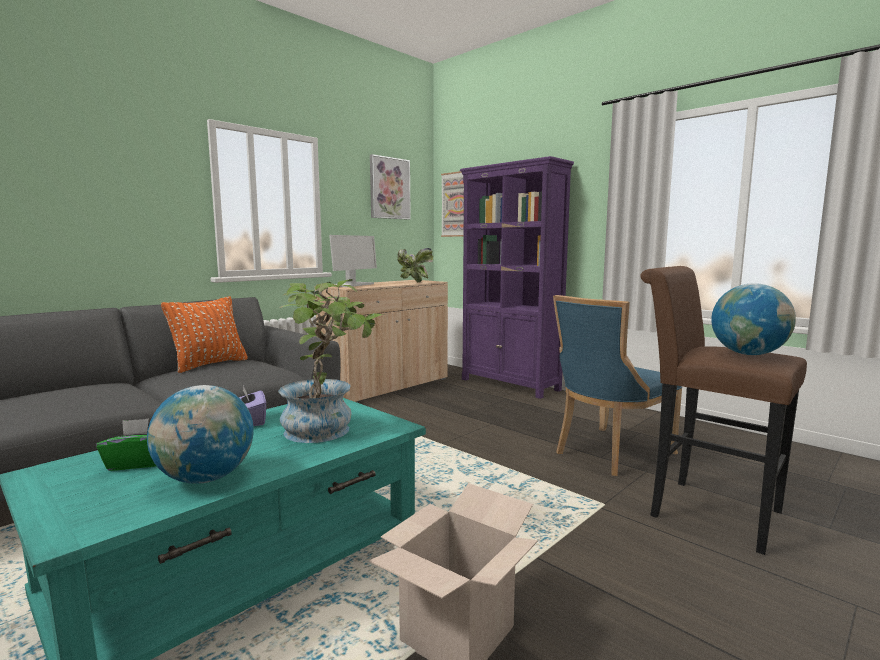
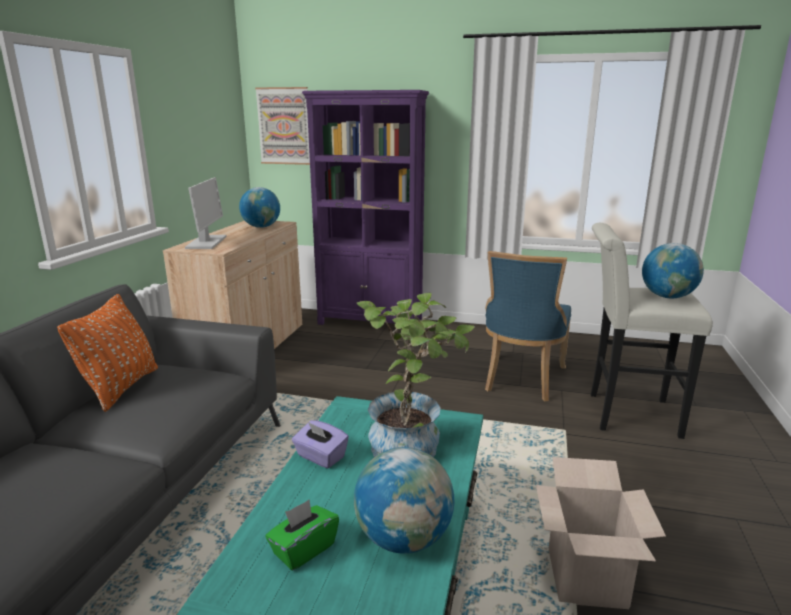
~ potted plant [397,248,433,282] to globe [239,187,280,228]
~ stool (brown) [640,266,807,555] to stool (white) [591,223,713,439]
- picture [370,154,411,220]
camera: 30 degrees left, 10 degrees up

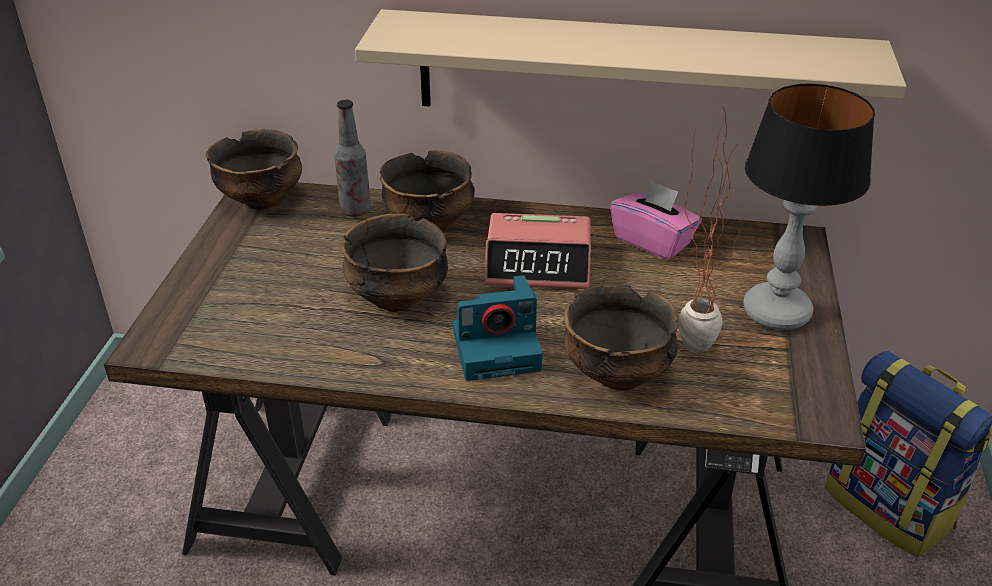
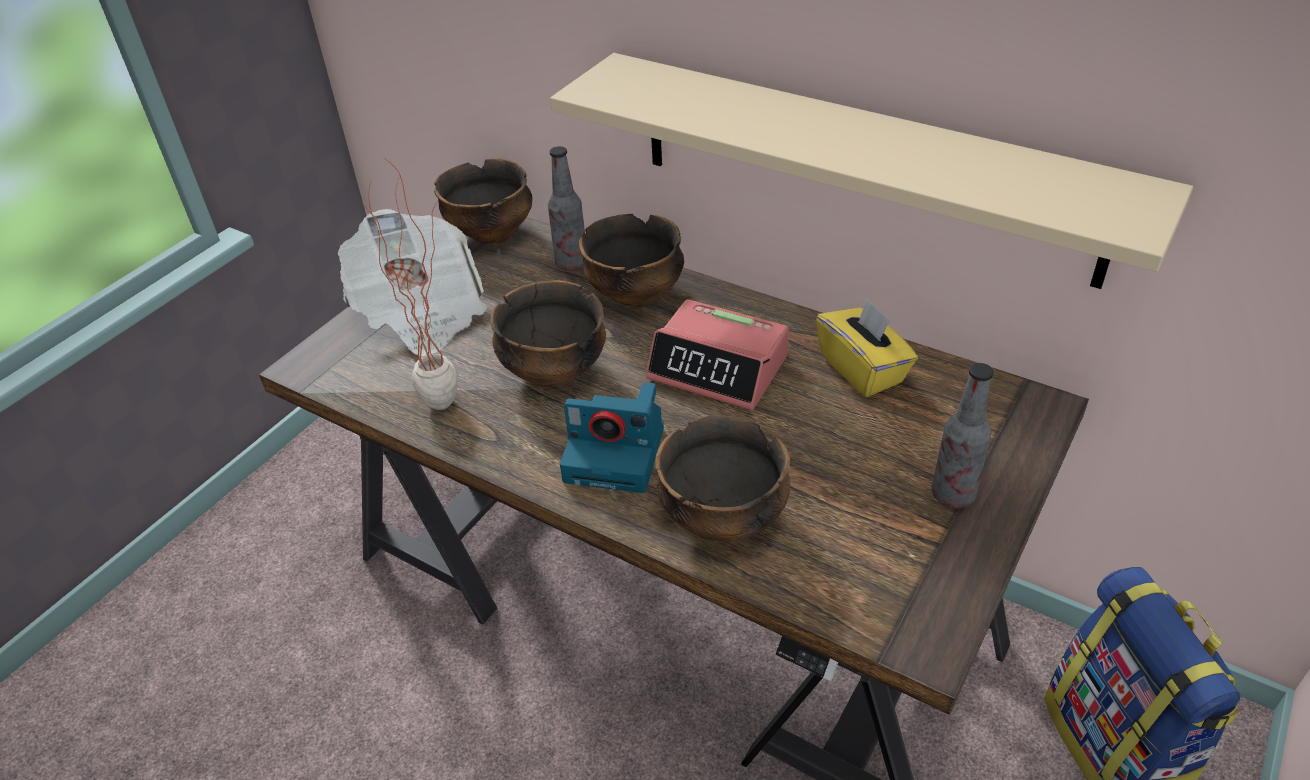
+ newspaper [338,209,487,356]
~ potted plant [678,106,743,353] to [363,156,458,410]
~ tissue box (pink) [610,180,702,260] to tissue box (yellow) [816,298,918,397]
~ table lamp [743,83,875,330] to bottle [932,363,994,508]
camera: 25 degrees right, 5 degrees up

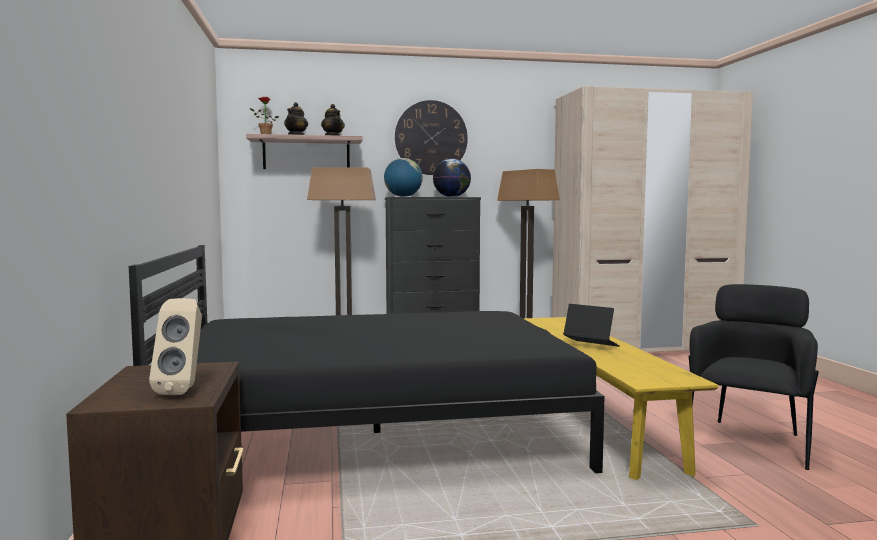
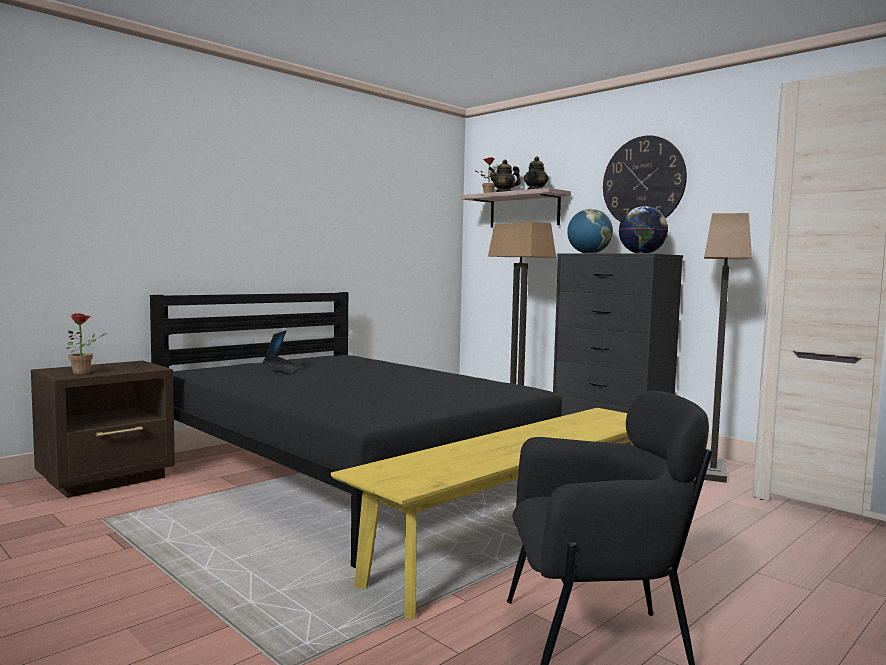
~ speaker (beige) [149,298,202,395] to potted plant [66,313,107,375]
~ laptop [563,304,620,347] to [263,330,303,374]
camera: 55 degrees right, 0 degrees up

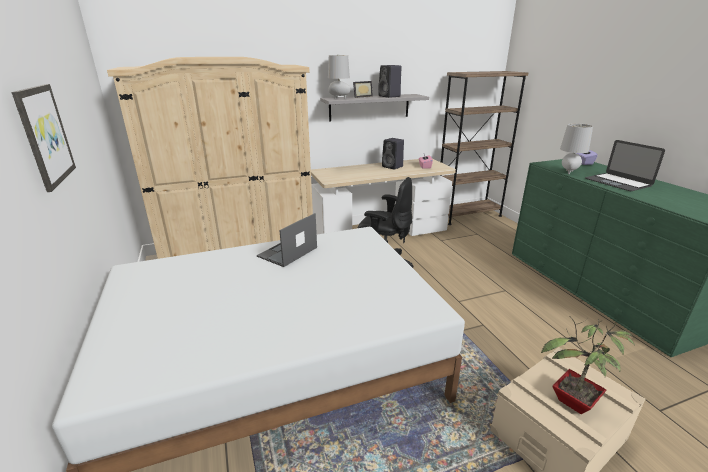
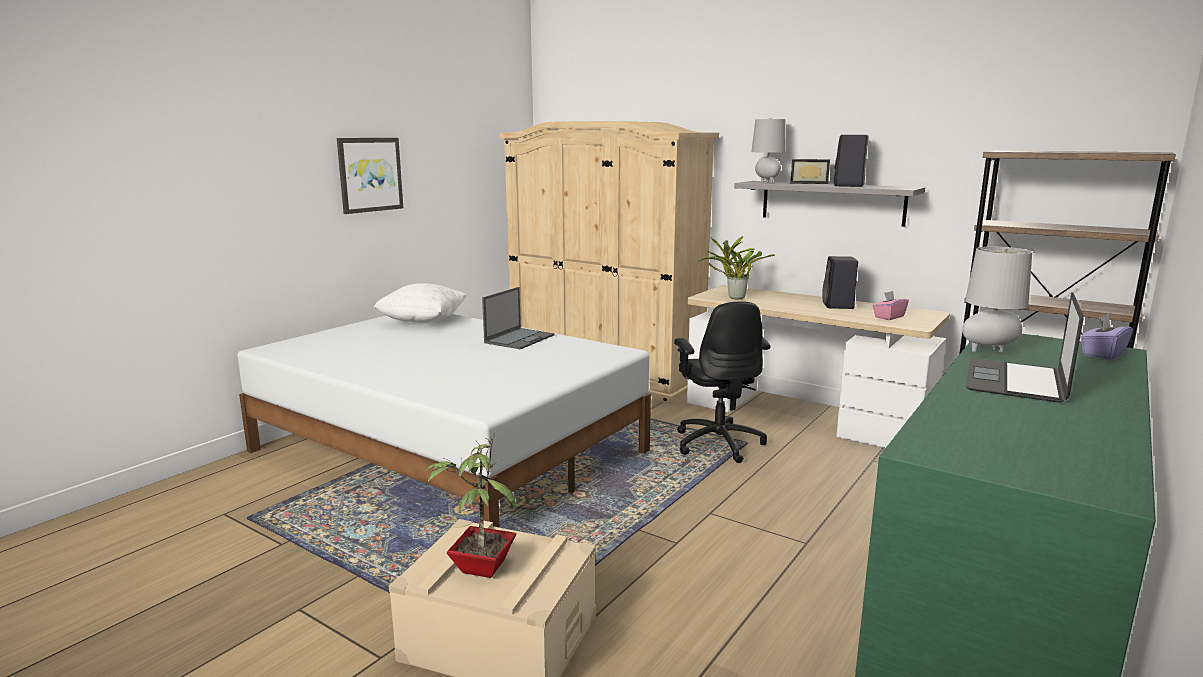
+ pillow (white) [373,283,467,323]
~ laptop [257,213,317,267] = [482,287,555,349] 120 degrees clockwise
+ potted plant [698,236,775,299]
camera: 55 degrees right, 10 degrees down

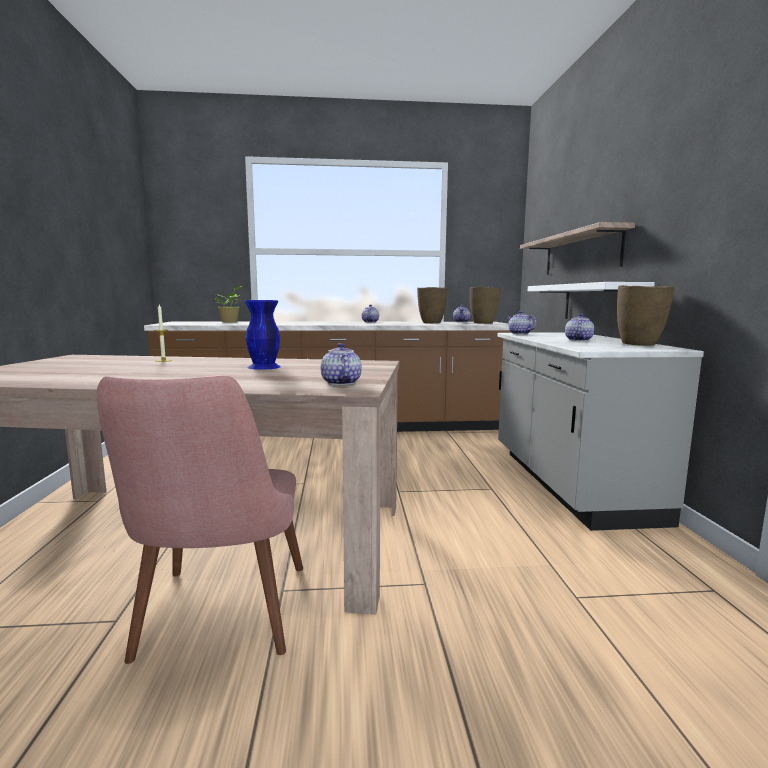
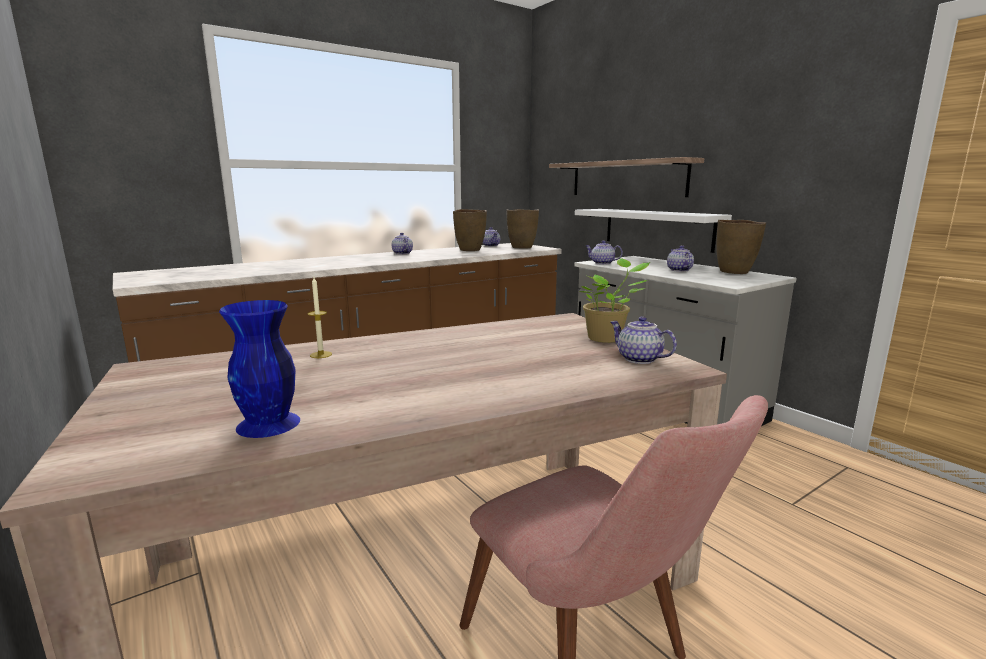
~ vase (blue) [245,300,281,370] to [219,300,300,438]
~ potted plant [214,286,242,322] to [579,258,650,343]
camera: 30 degrees left, 5 degrees up

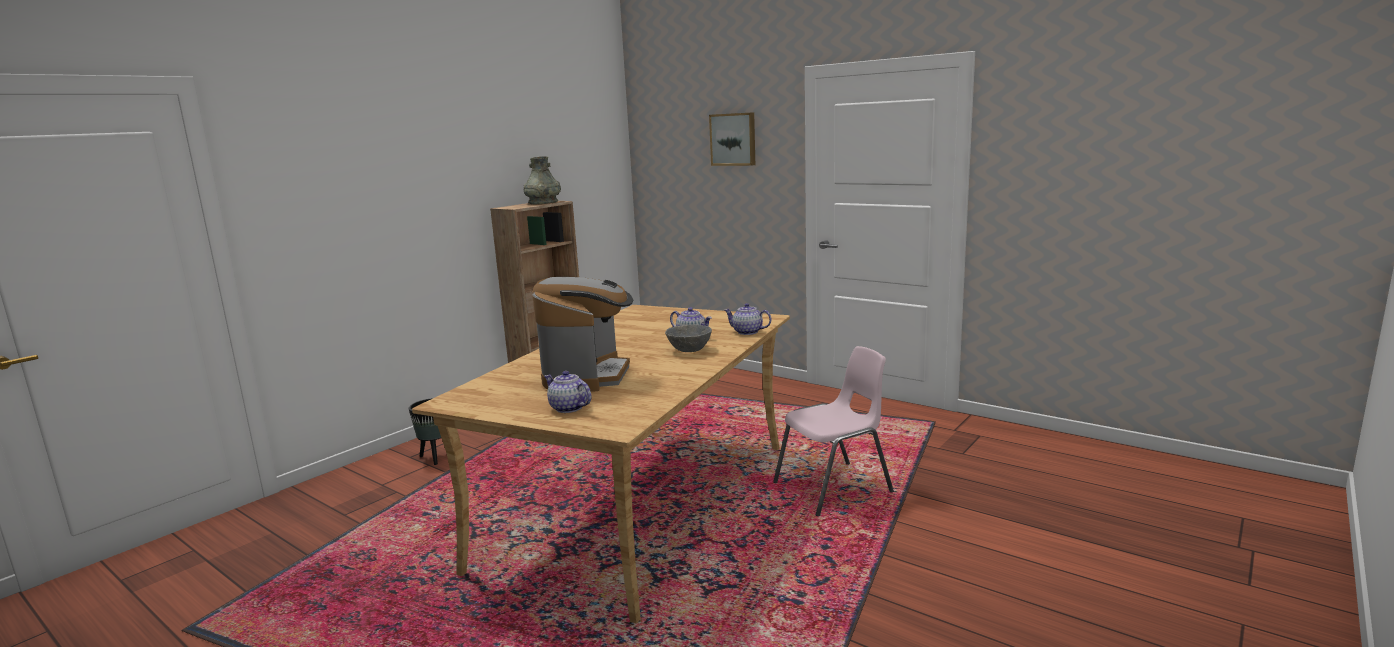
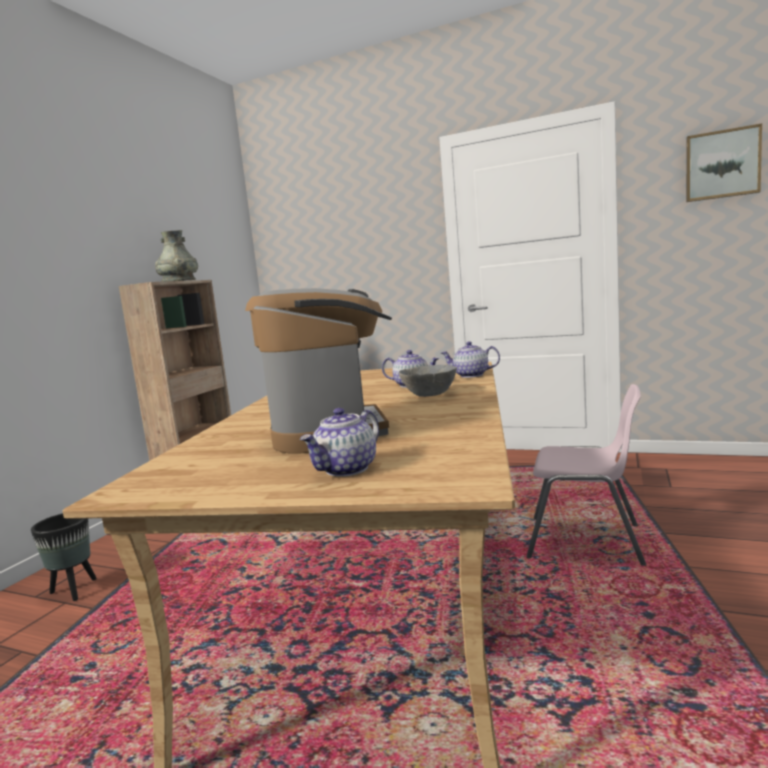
~ teapot [544,371,591,413] = [300,408,379,477] 75 degrees counterclockwise
~ chair (pink) [773,346,894,516] = [526,384,646,566] 60 degrees clockwise
~ picture [709,112,755,166] to [686,123,762,202]
camera: 15 degrees left, 5 degrees down

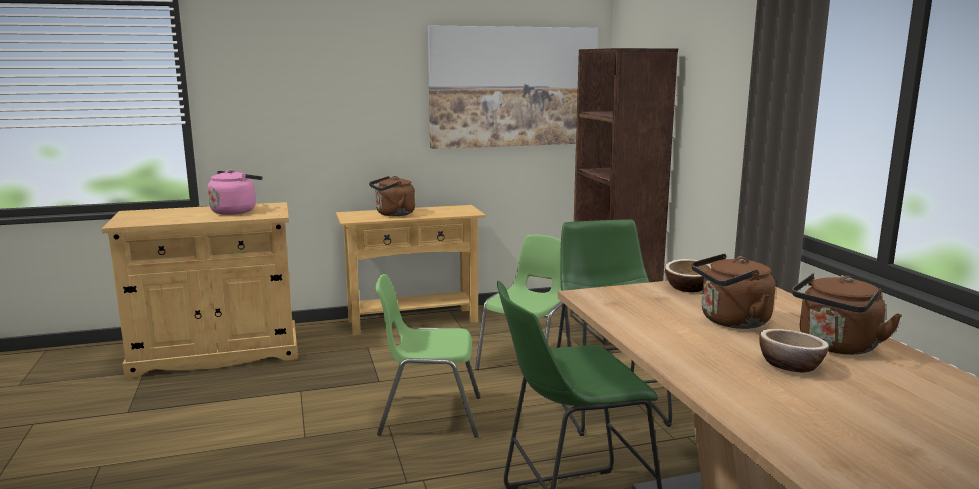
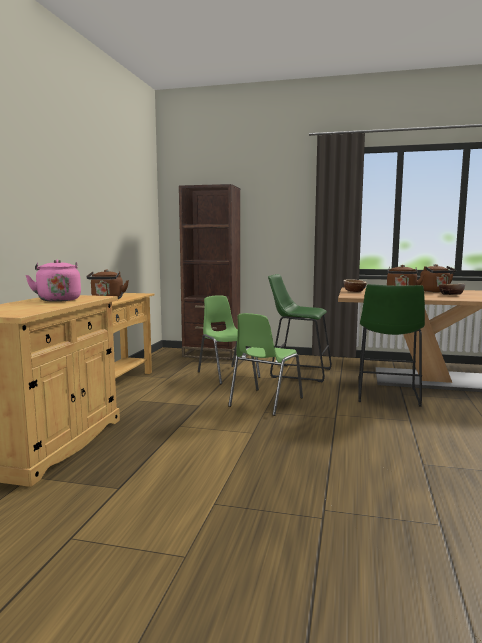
- picture [428,25,598,149]
camera: 60 degrees left, 5 degrees down

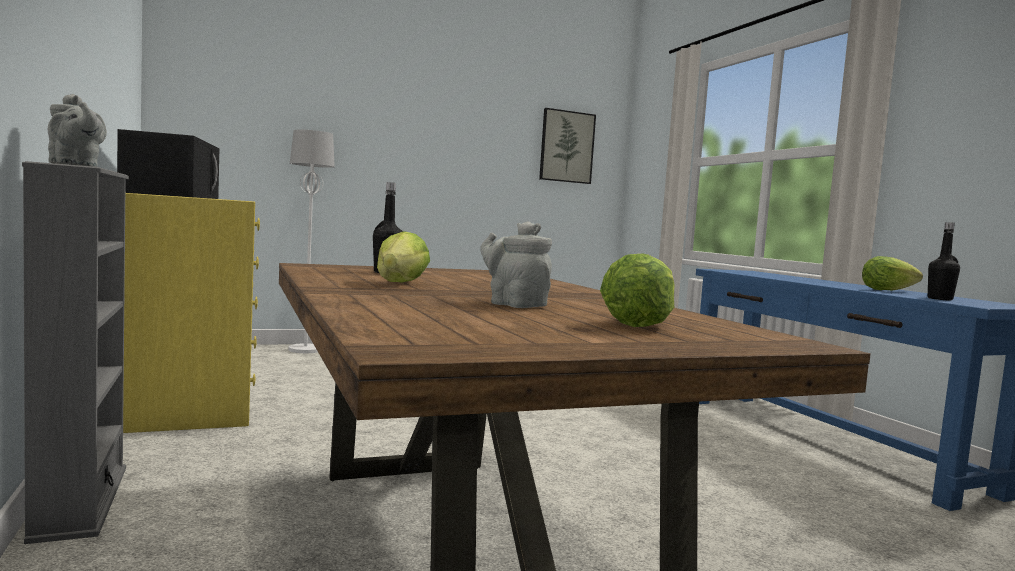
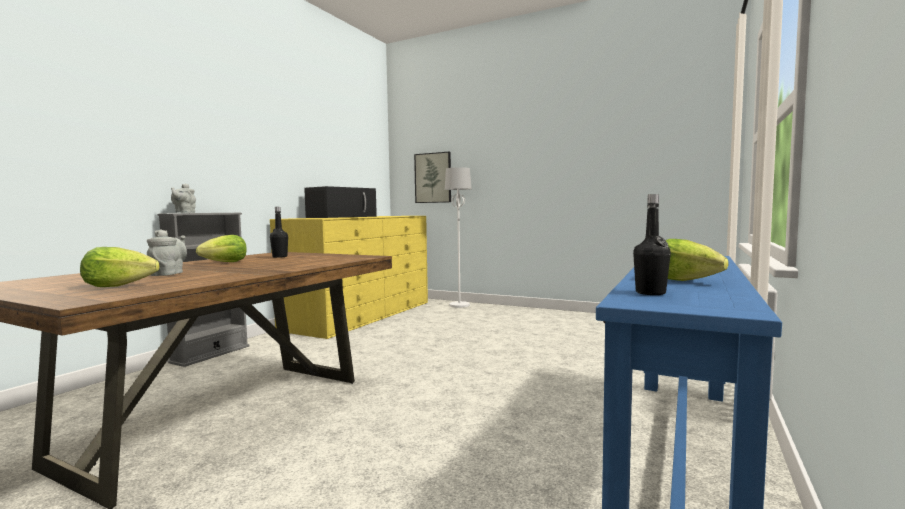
~ picture [539,108,596,184] to [414,152,451,203]
camera: 50 degrees right, 0 degrees up

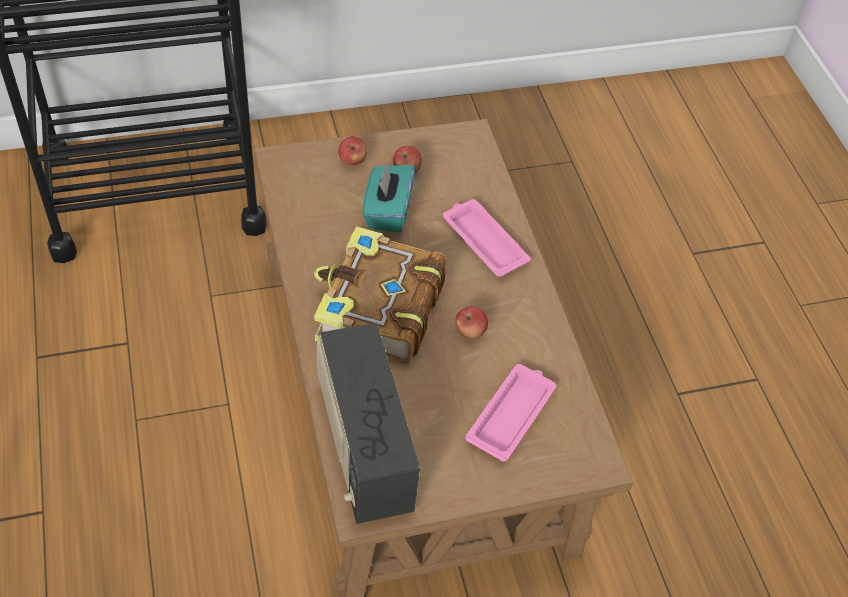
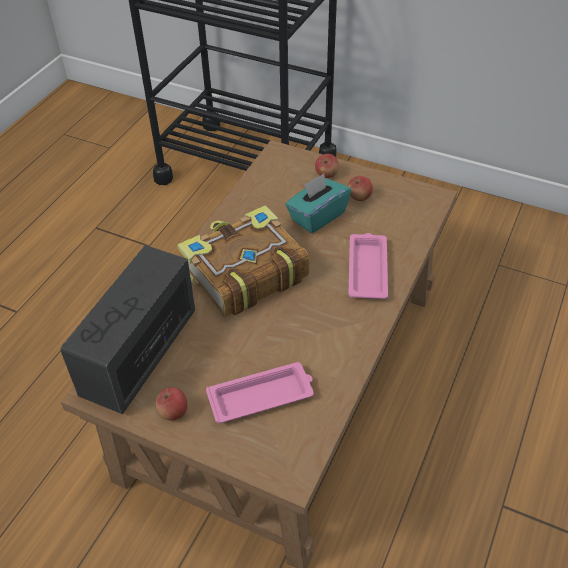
~ apple [455,306,488,339] to [155,387,187,421]
camera: 45 degrees right, 5 degrees down

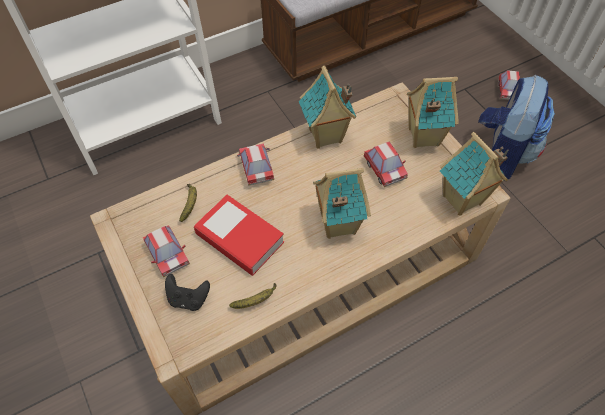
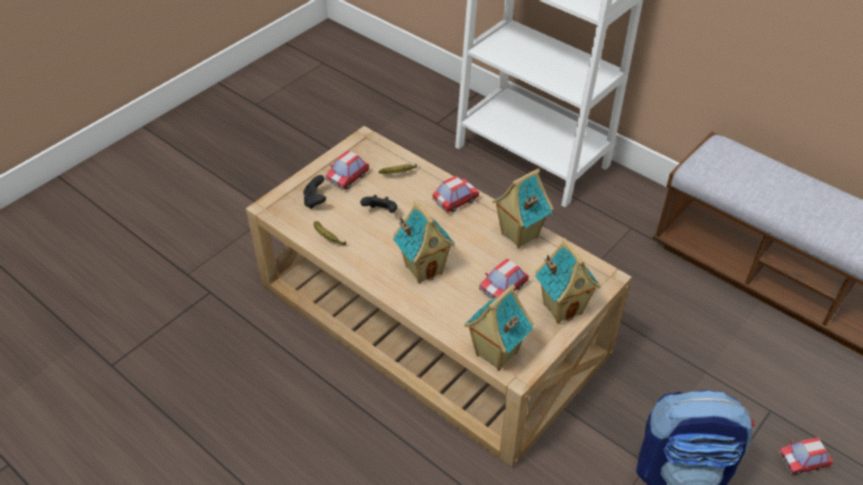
~ book [194,195,284,276] to game controller (black) [360,195,397,213]
camera: 70 degrees right, 10 degrees down

